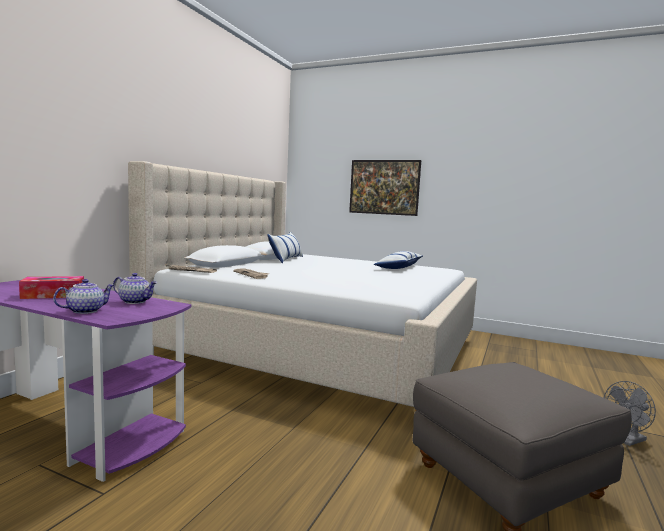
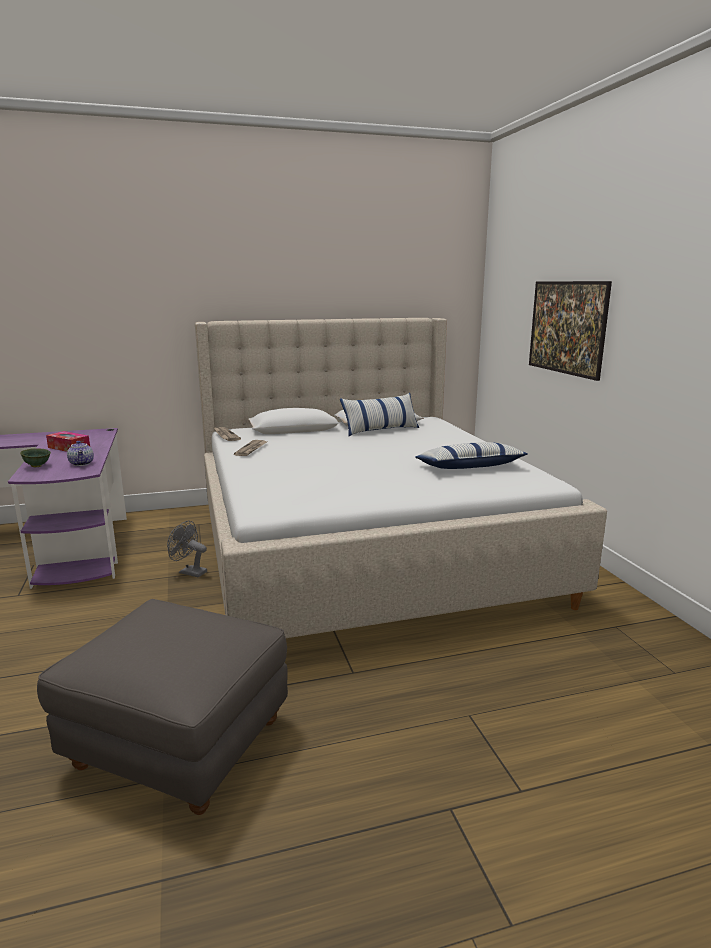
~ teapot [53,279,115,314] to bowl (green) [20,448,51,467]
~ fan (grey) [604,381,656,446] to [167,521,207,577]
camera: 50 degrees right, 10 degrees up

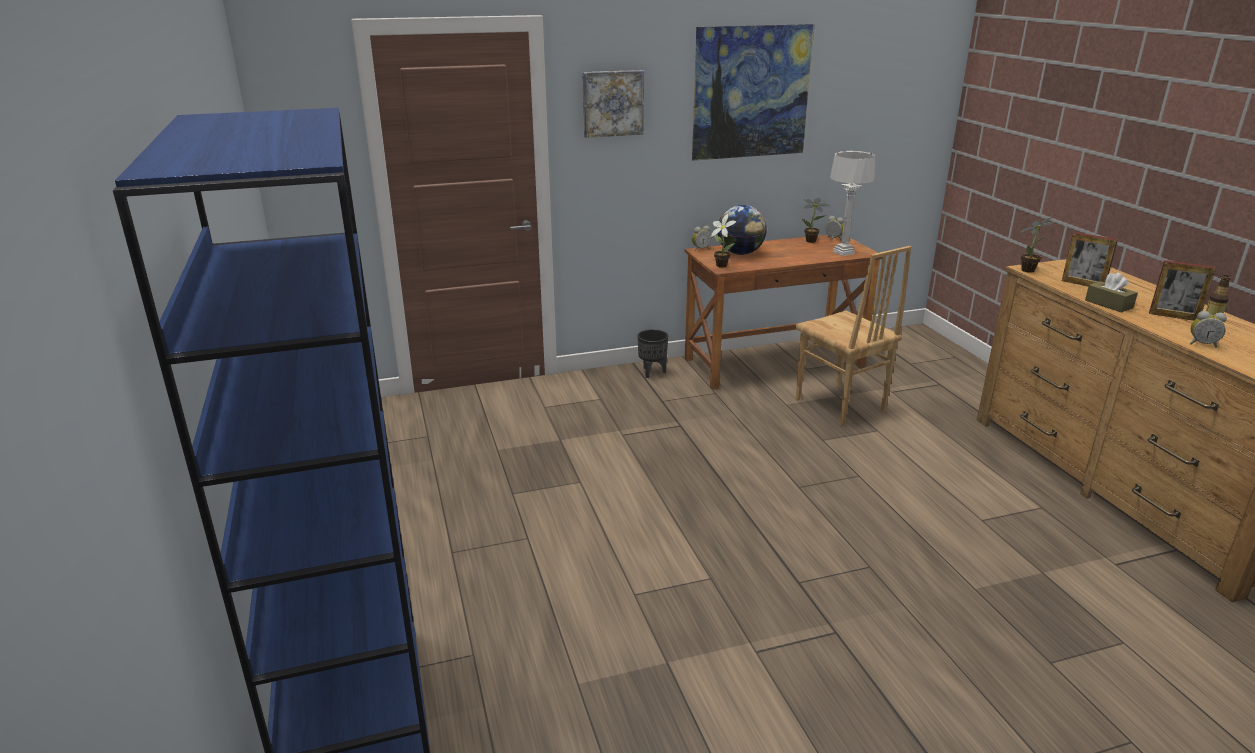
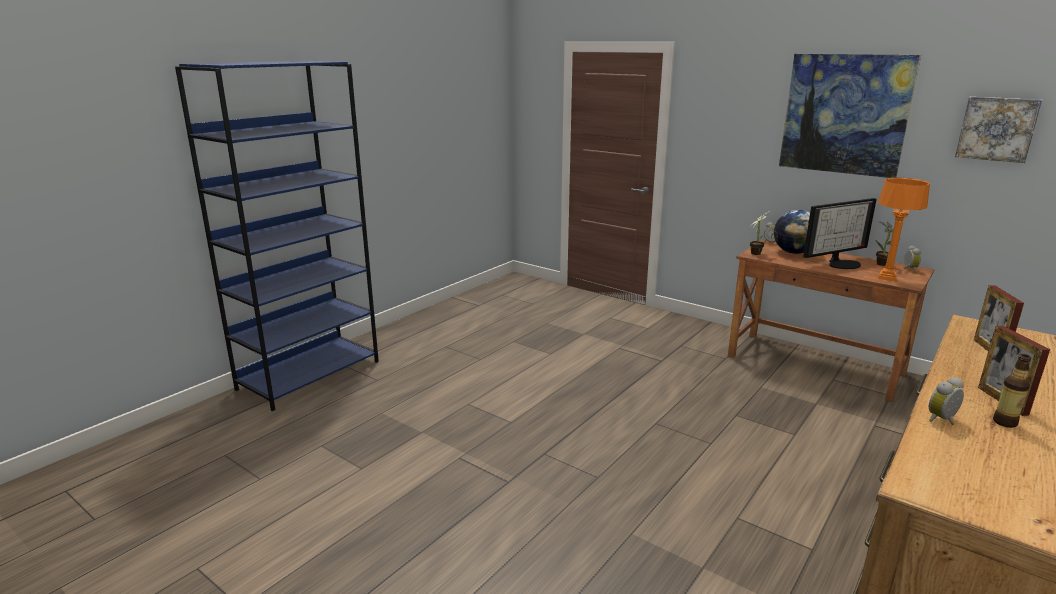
+ monitor [803,198,877,269]
~ table lamp (grey) [830,151,875,256] to table lamp (orange) [878,178,930,282]
~ alarm clock [1190,311,1227,348] = [929,378,964,425] 75 degrees clockwise
~ picture [582,70,644,138] to [955,97,1042,163]
- planter (black) [637,329,668,378]
- chair (brown) [796,246,911,427]
- potted plant [1020,217,1053,273]
- tissue box (brown) [1085,272,1138,313]
camera: 55 degrees right, 5 degrees down

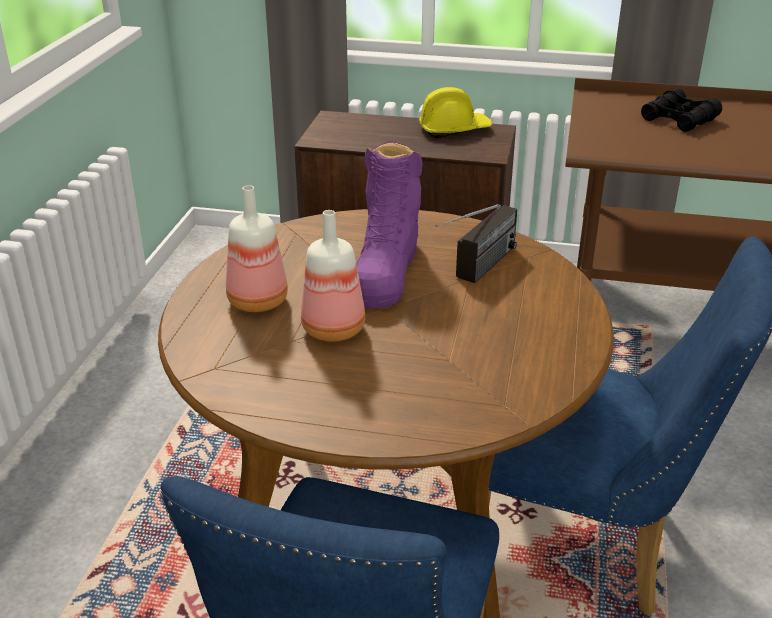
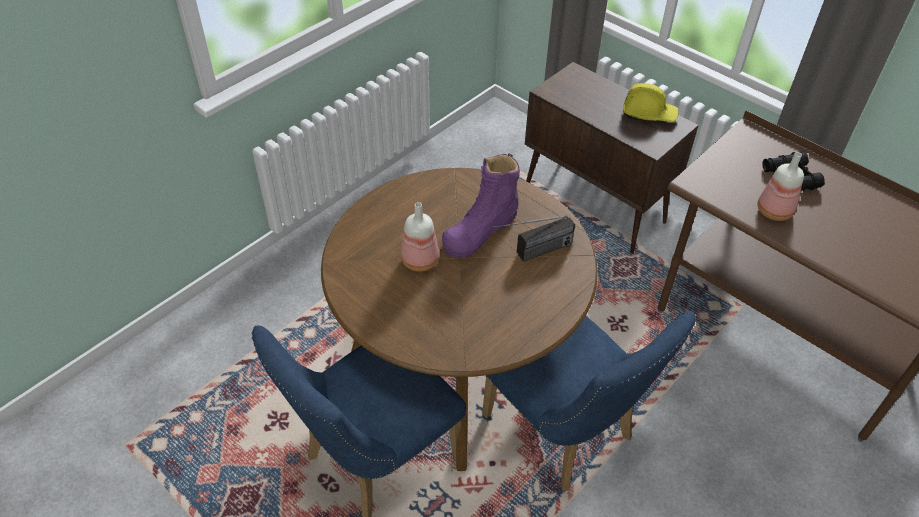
~ bottle [226,185,288,312] to [757,152,804,221]
camera: 30 degrees right, 15 degrees up

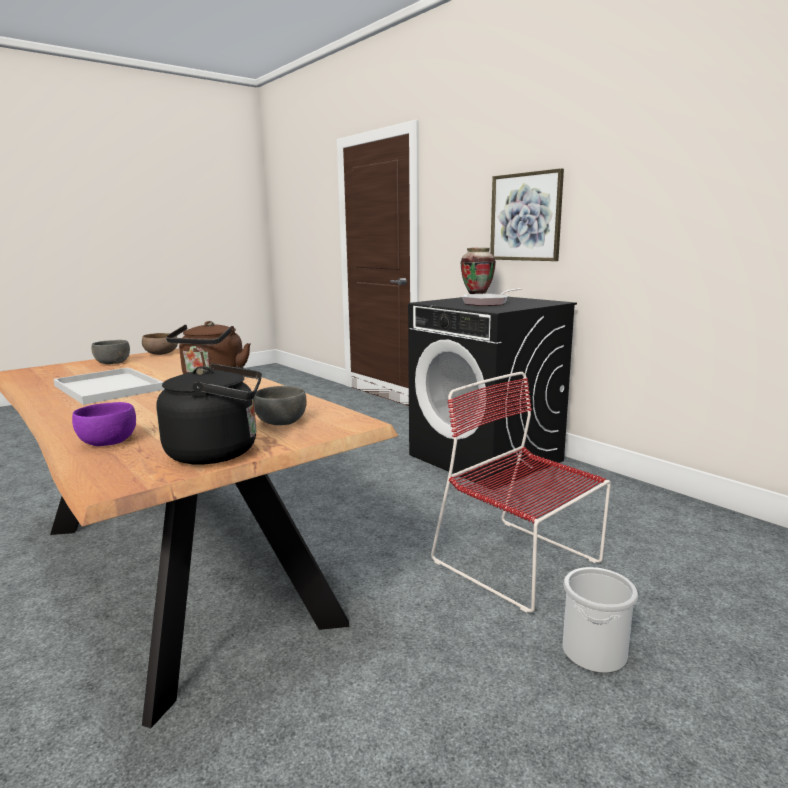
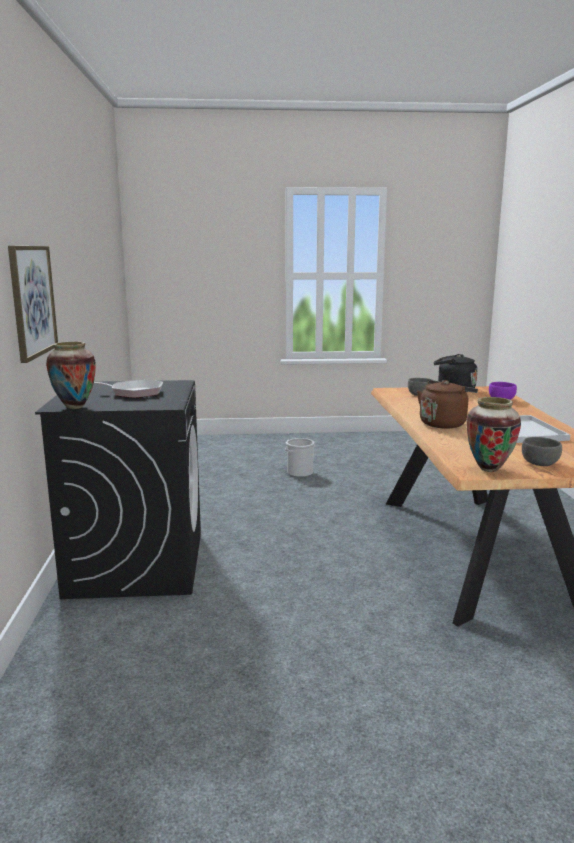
~ bowl (brown) [142,333,178,355] to vase [467,397,521,472]
- chair (red) [431,372,611,613]
camera: 145 degrees left, 0 degrees up

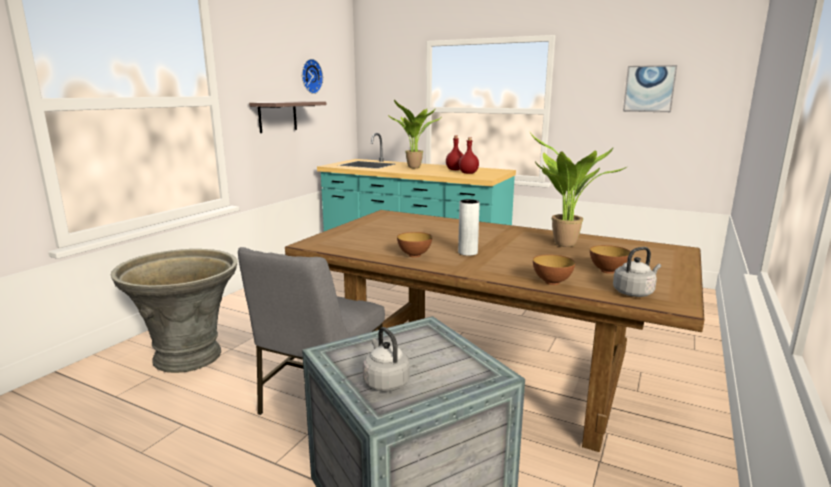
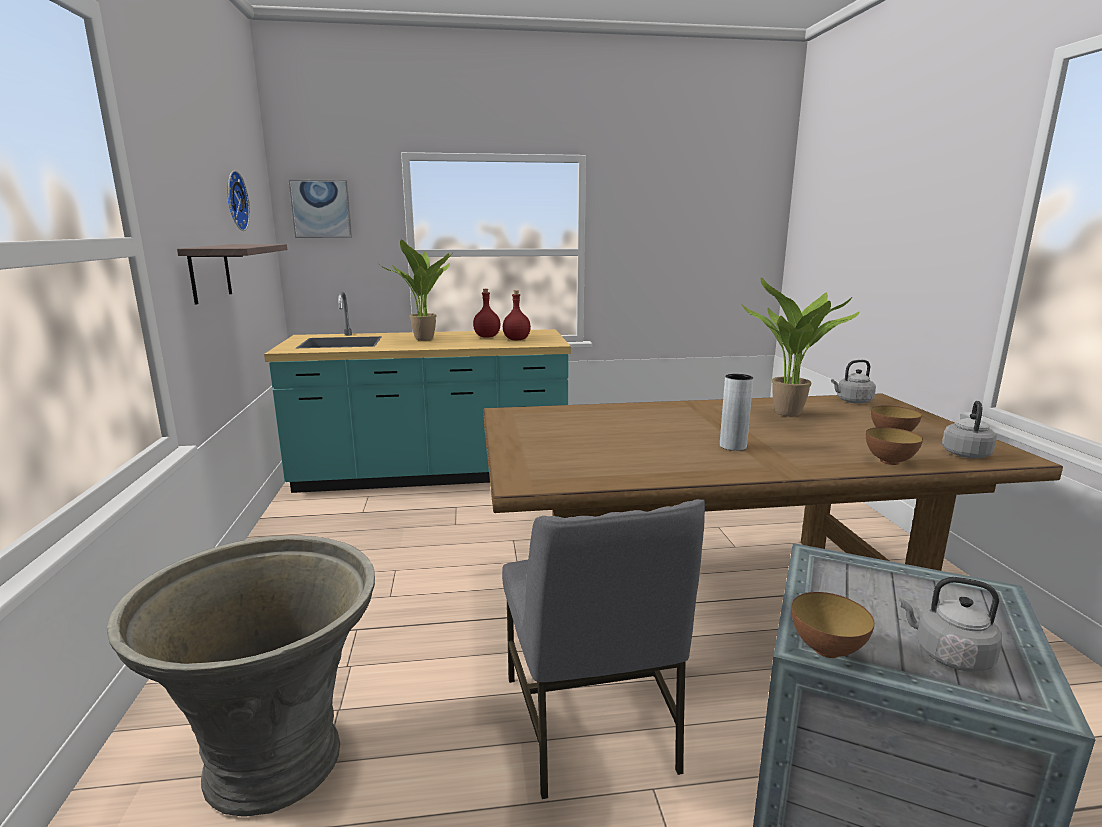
~ picture [623,65,677,112] to [289,180,352,238]
~ bowl [397,232,432,258] to [791,592,874,658]
+ kettle (grey) [831,360,876,404]
camera: 35 degrees left, 0 degrees up

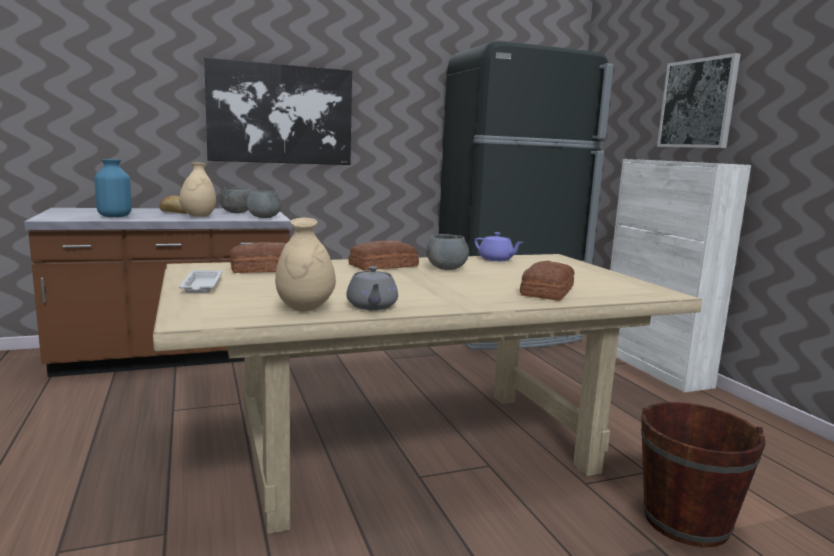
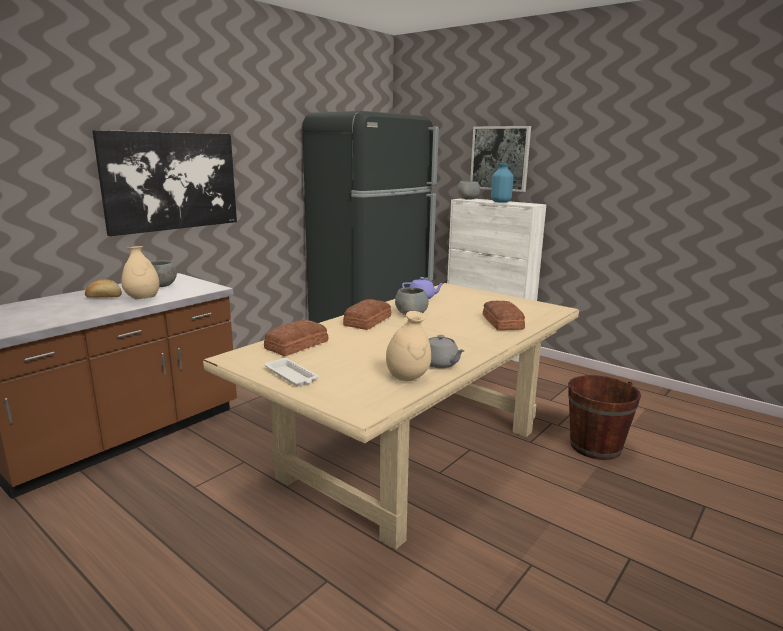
~ bowl (grey) [247,191,281,218] to [457,181,481,200]
~ vase (blue) [94,159,132,217] to [491,164,513,203]
camera: 30 degrees left, 5 degrees up

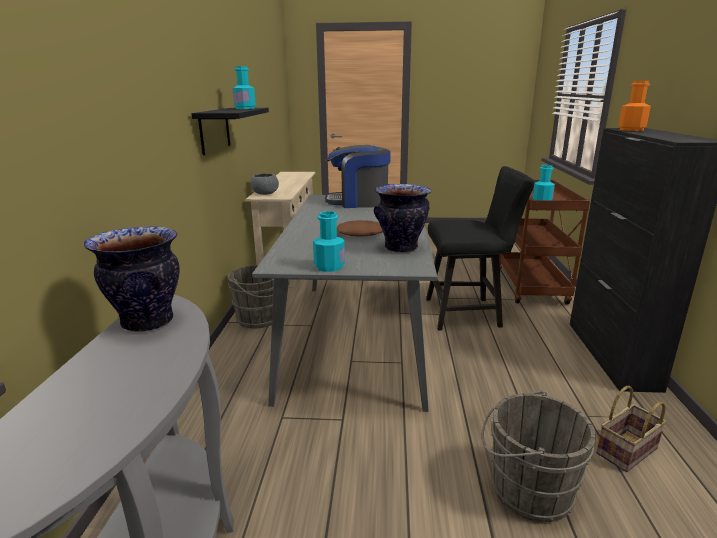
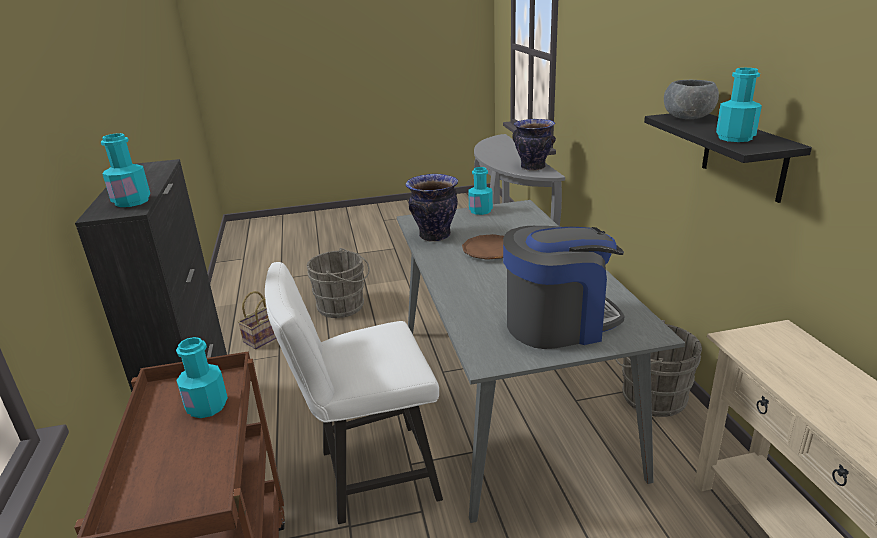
~ bottle (orange) [618,81,651,131] to bottle (turquoise) [101,133,150,207]
~ chair (black) [426,166,535,330] to chair (white) [265,262,443,524]
~ bowl (grey) [250,173,279,195] to [664,80,719,119]
camera: 165 degrees right, 5 degrees up

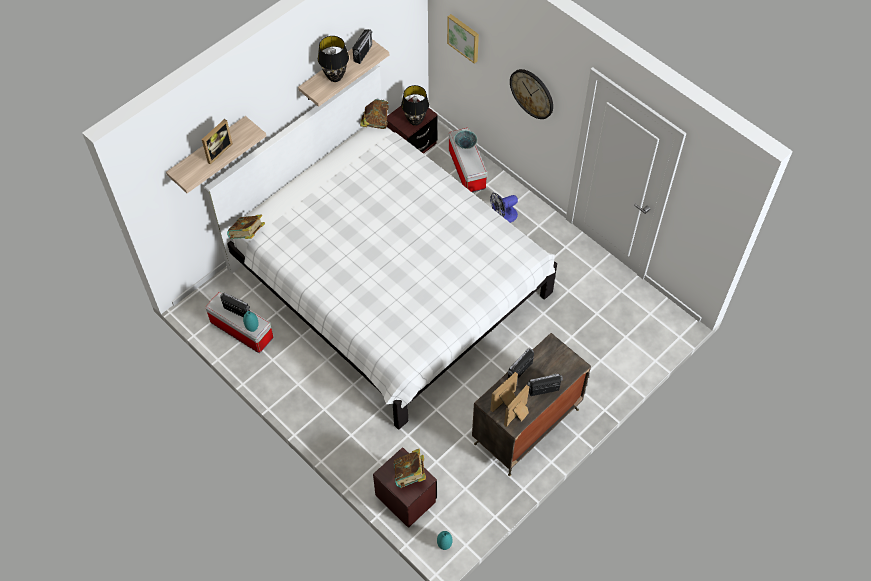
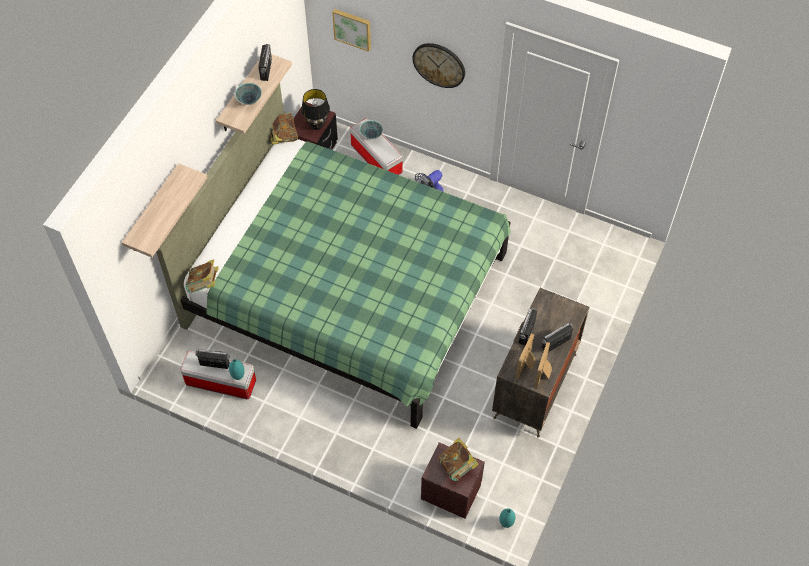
~ bed (white) [204,65,557,430] to bed (green) [156,83,511,429]
~ table lamp (black) [318,36,349,82] to bowl [235,83,262,105]
- picture frame [202,119,233,165]
camera: 20 degrees left, 0 degrees up

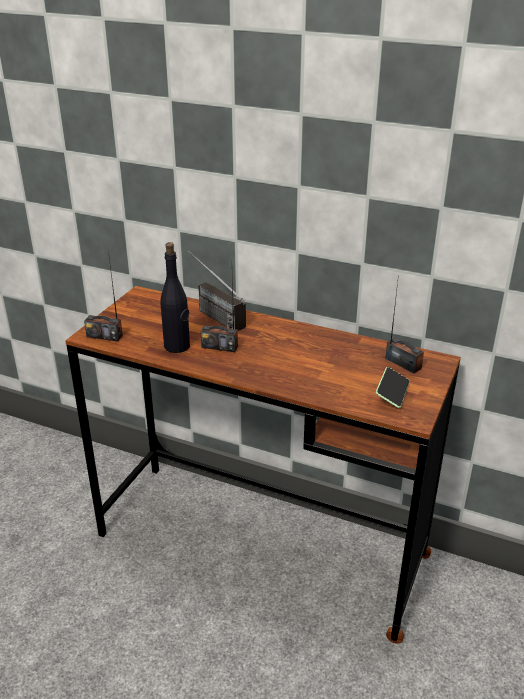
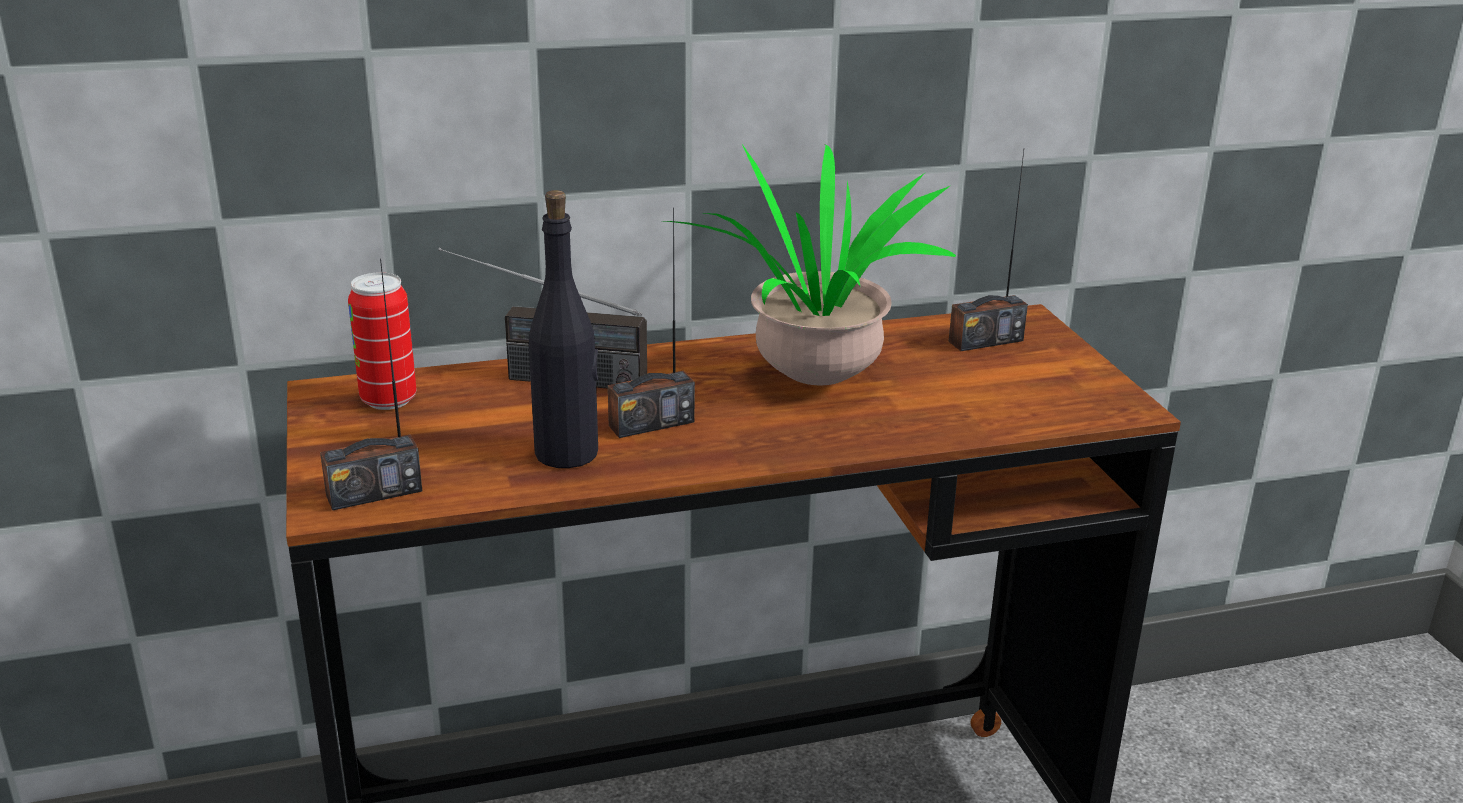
+ can [348,272,416,410]
+ potted plant [659,144,956,385]
~ radio [385,274,424,374] = [949,151,1028,351] 150 degrees clockwise
- phone [376,367,410,408]
camera: 40 degrees left, 5 degrees down

